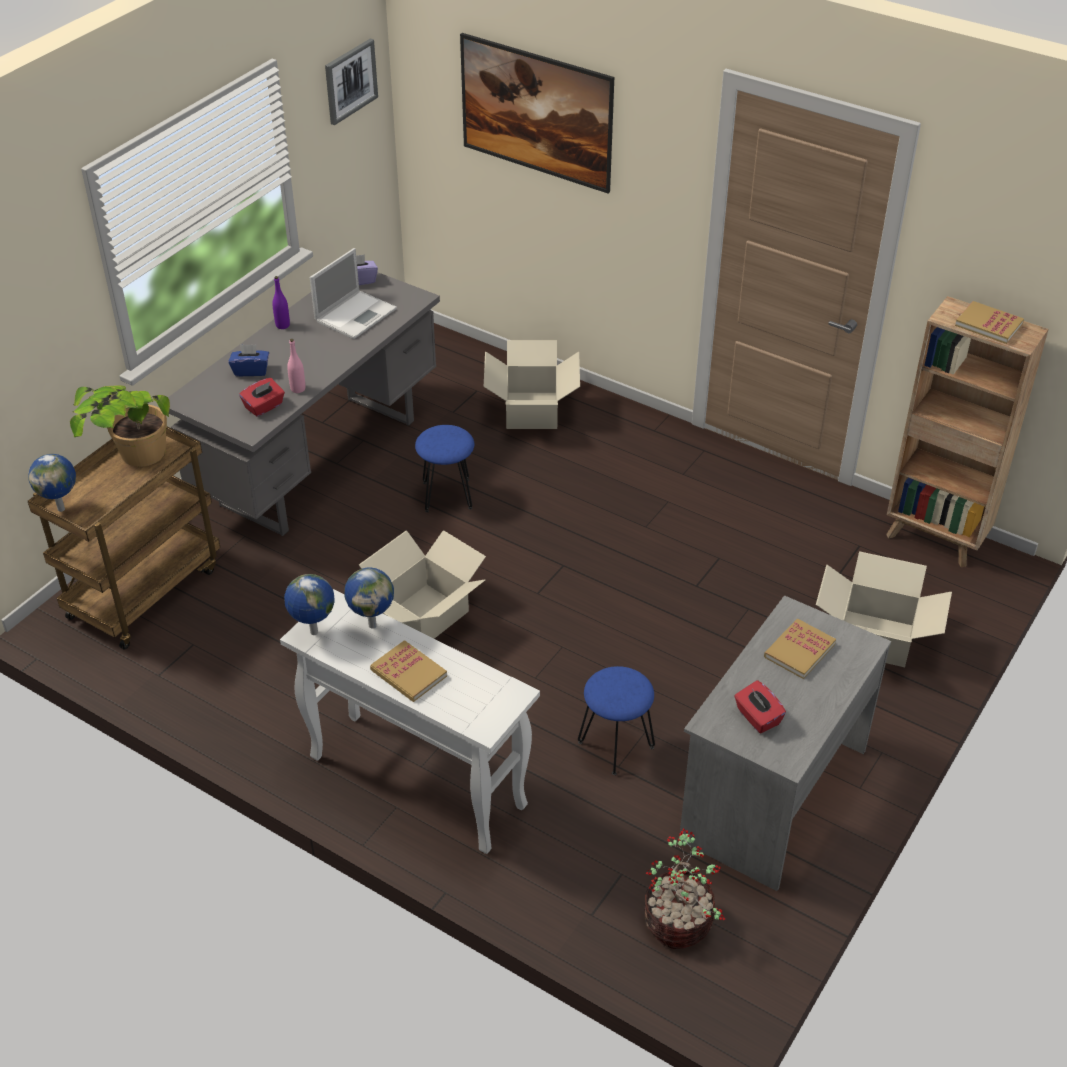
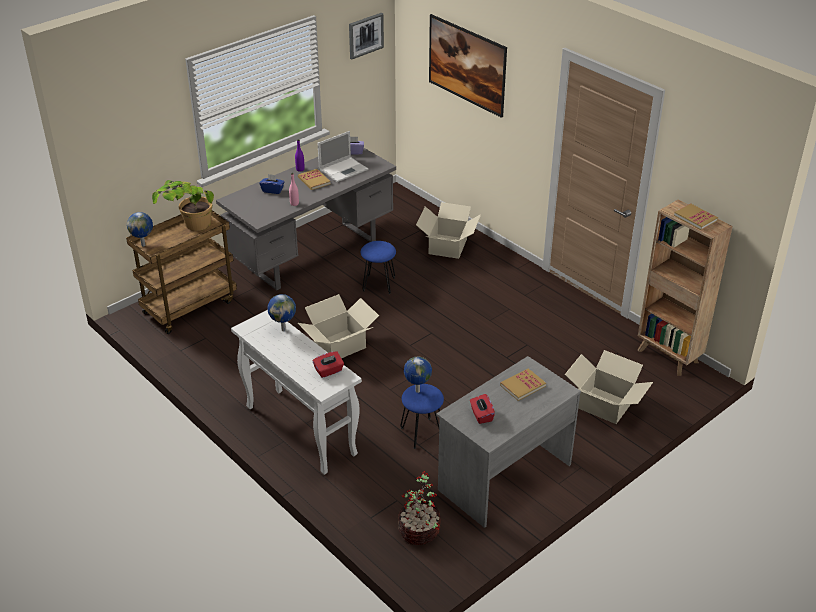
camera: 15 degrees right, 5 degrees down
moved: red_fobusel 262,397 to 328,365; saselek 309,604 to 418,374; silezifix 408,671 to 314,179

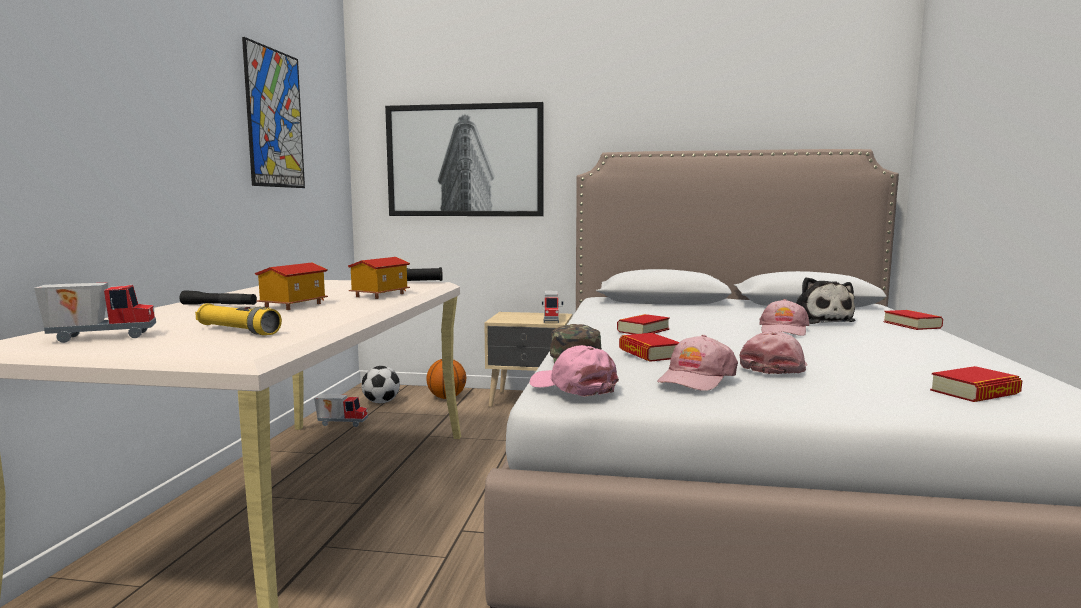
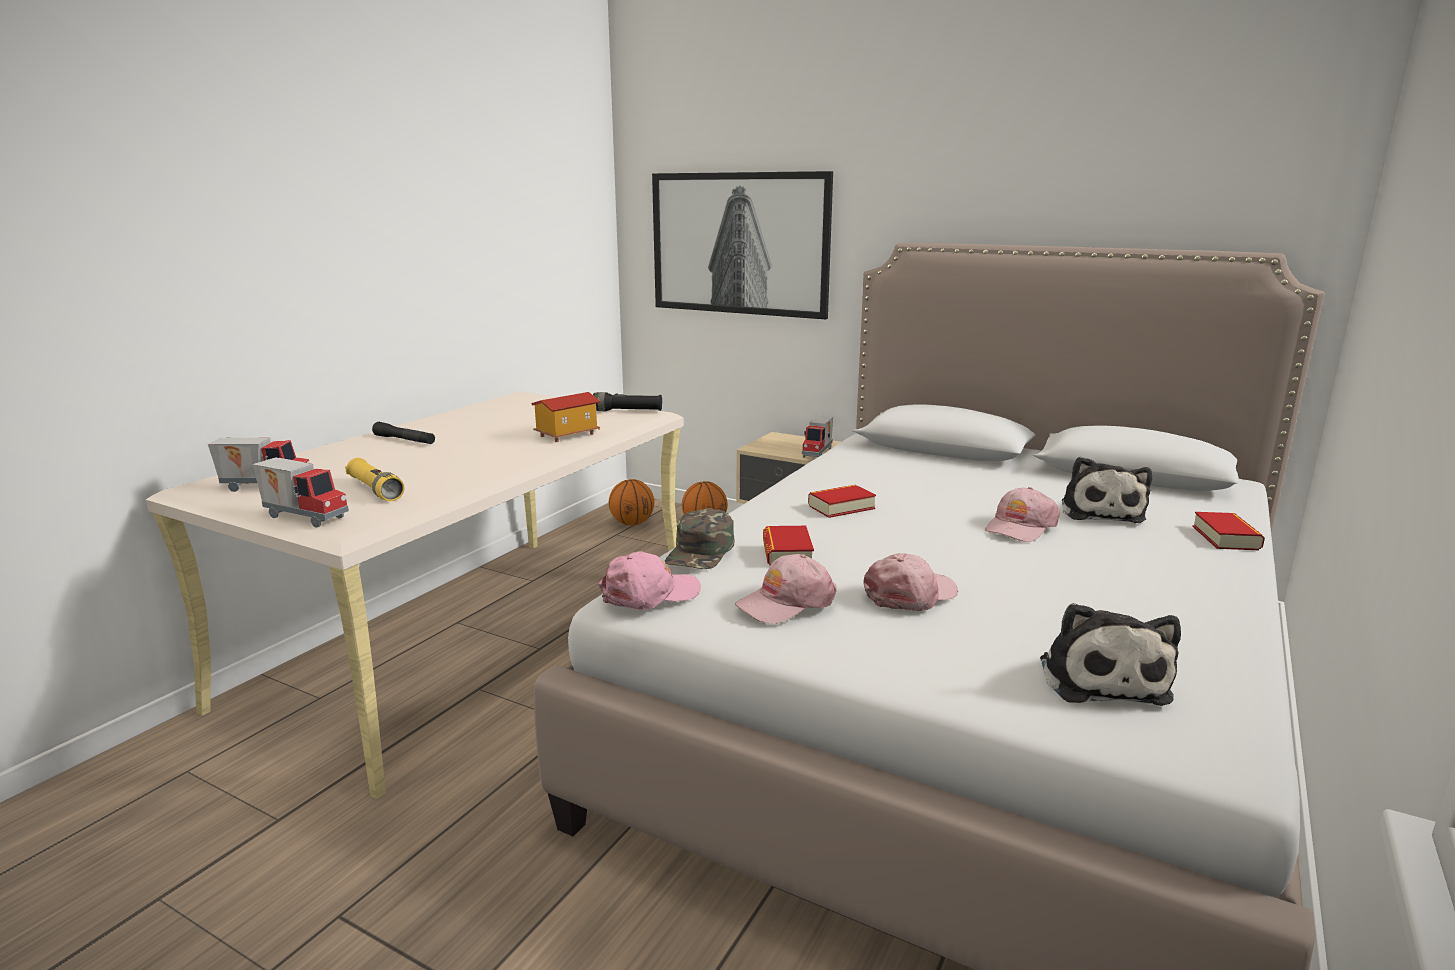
camera: 20 degrees right, 10 degrees up
removed: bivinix 273,112; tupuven 291,286
moved: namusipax 341,410 to 300,492
replaced: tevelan 380,384 to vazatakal 631,502; silezifix 976,384 to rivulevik 1110,654
turned: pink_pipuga 574,371 = 649,580 90 degrees clockwise

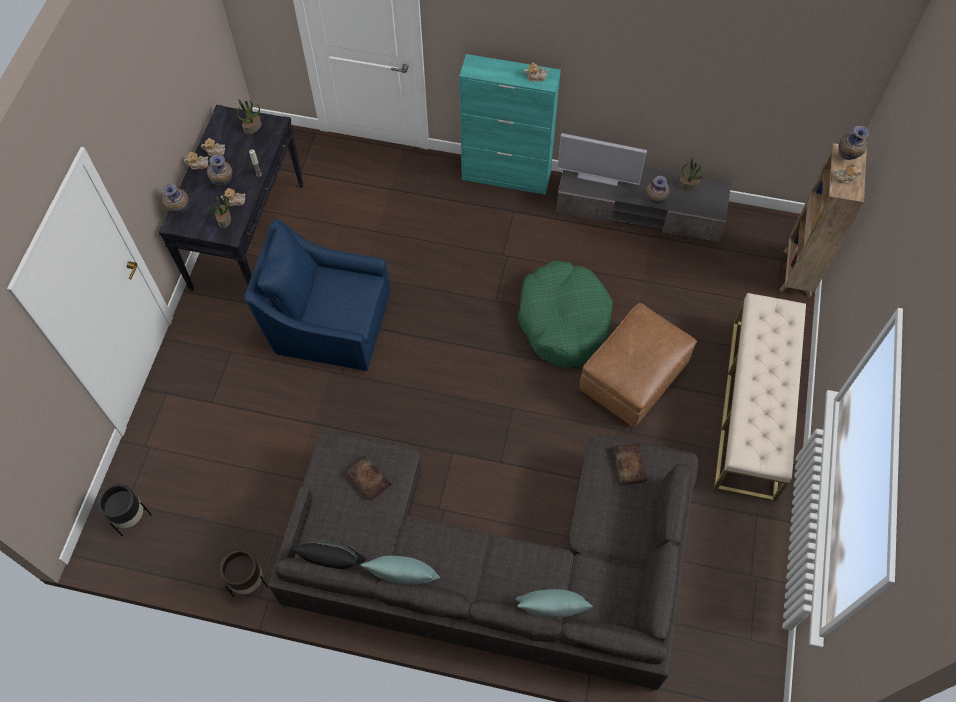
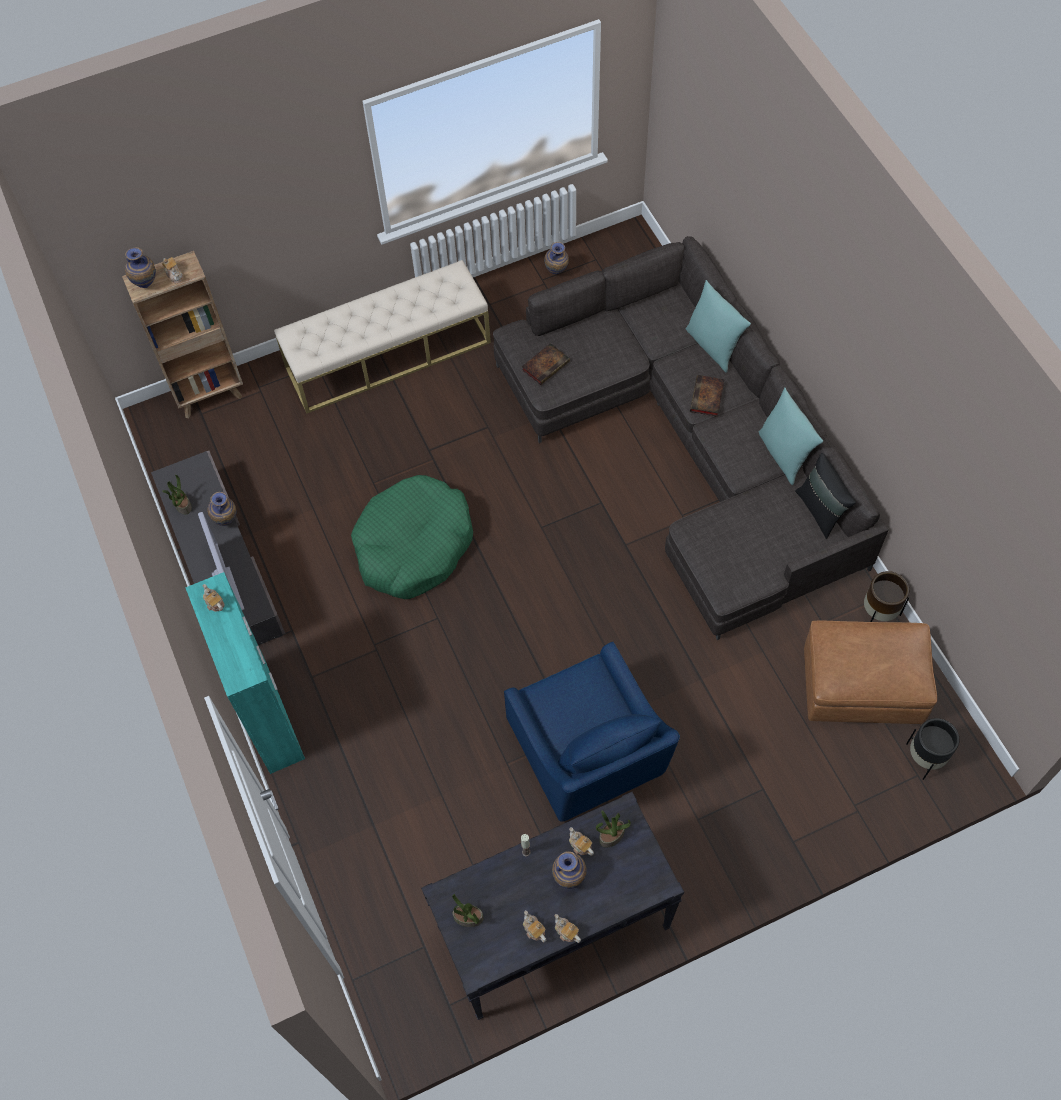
camera: 125 degrees left, 0 degrees up
moved: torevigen 175,198 to 556,258; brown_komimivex 638,365 to 870,672; silezifix 368,478 to 707,396

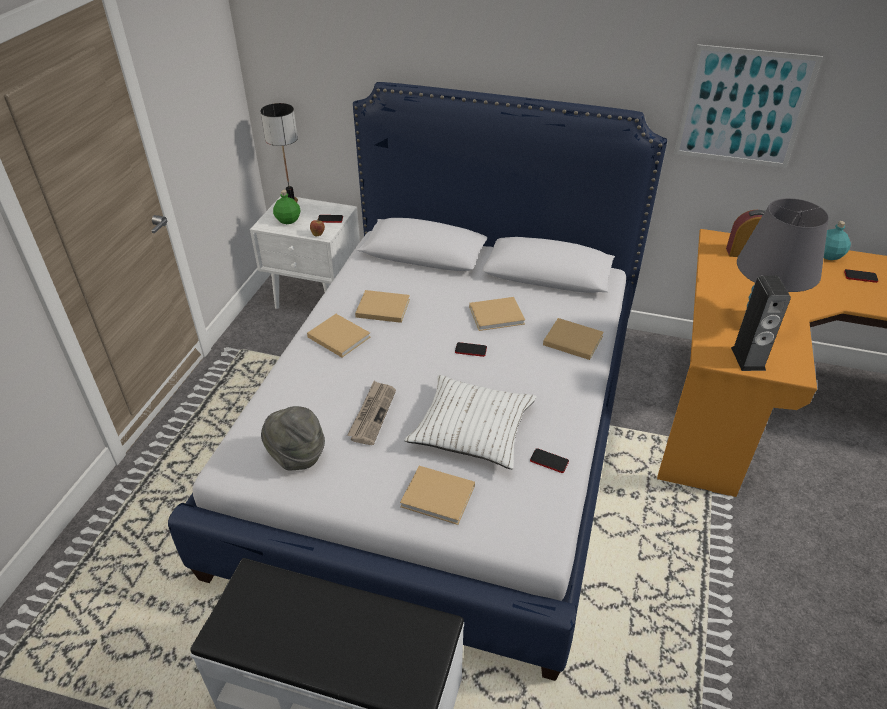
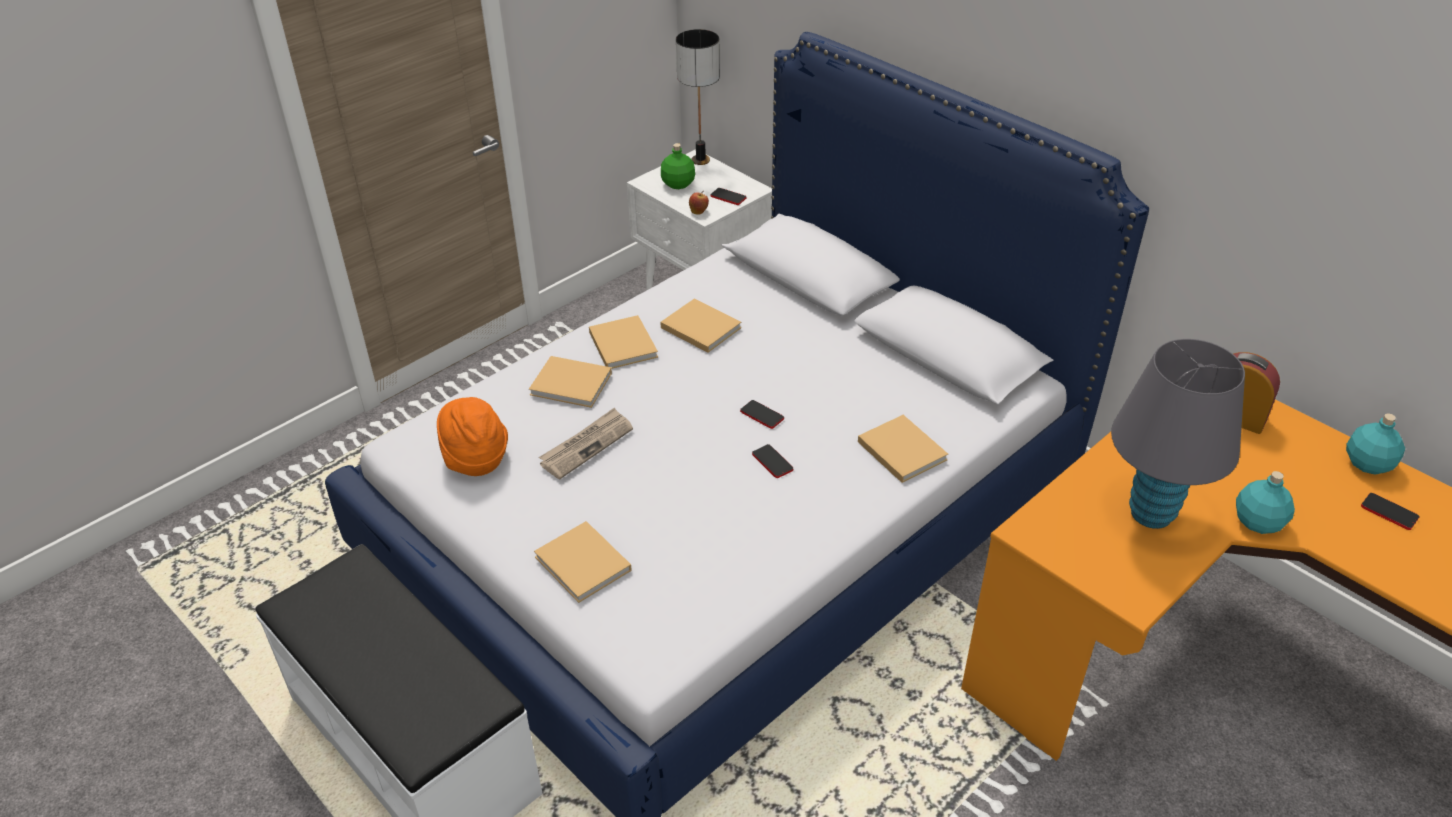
camera: 30 degrees right, 0 degrees up
removed: bivinix 748,106; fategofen 761,323; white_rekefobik 470,422
added: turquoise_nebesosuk 1265,502
moved: beige_silezifix 497,314 to 570,382; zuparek 549,460 to 772,461
recoloured: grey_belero 293,438 to orange_belero 472,436

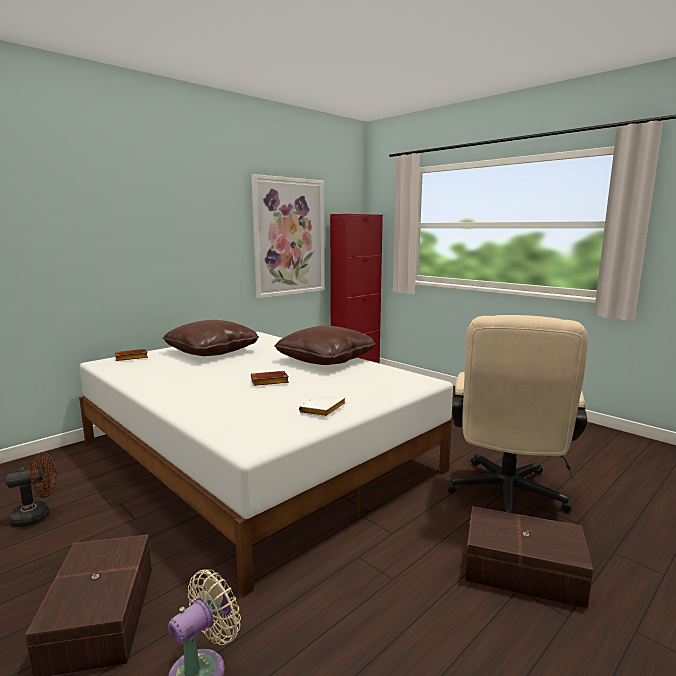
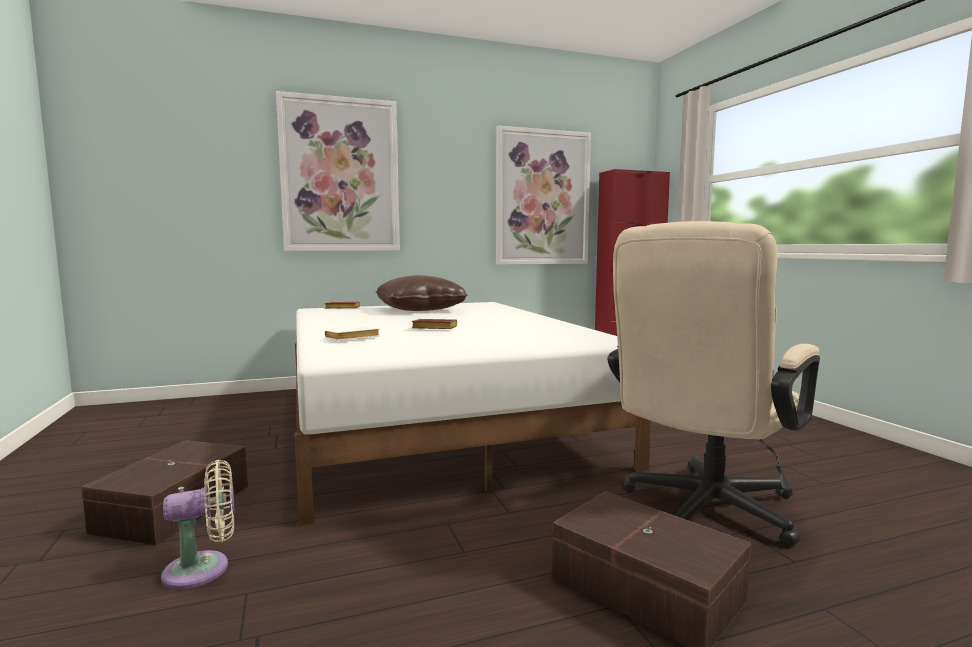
camera: 25 degrees right, 5 degrees down
removed: brown_rekefobik 325,345; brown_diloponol 31,489
added: bivinix 338,171
moved: white_silezifix 322,405 to 352,333

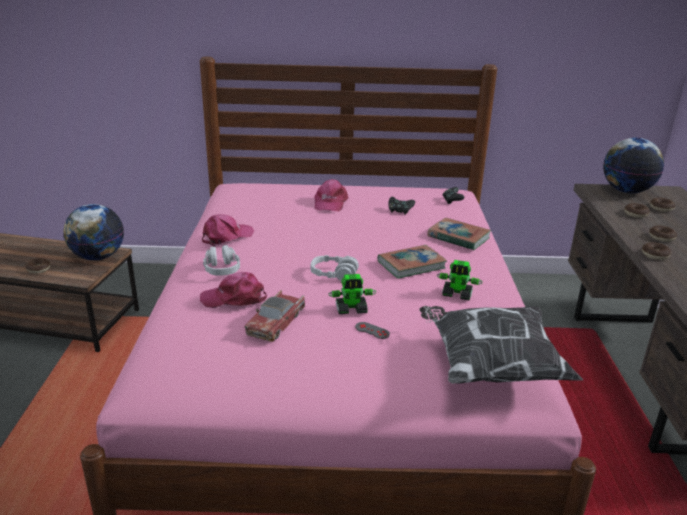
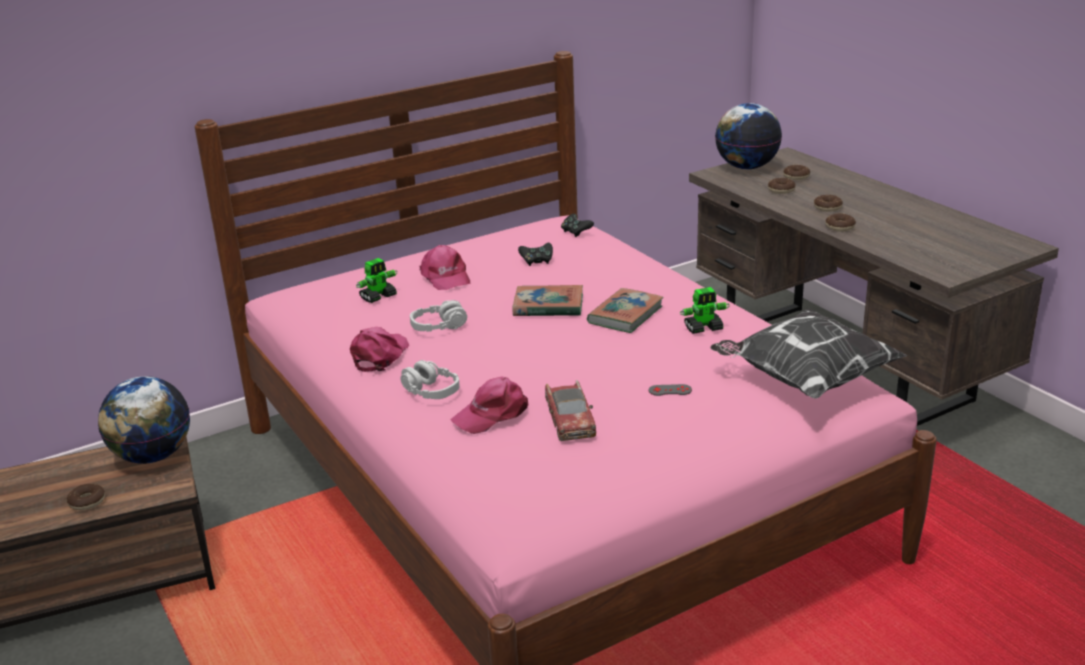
camera: 30 degrees left, 0 degrees up
moved: silezifix 459,234 to 548,300; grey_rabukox 335,268 to 438,316; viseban 352,294 to 377,280

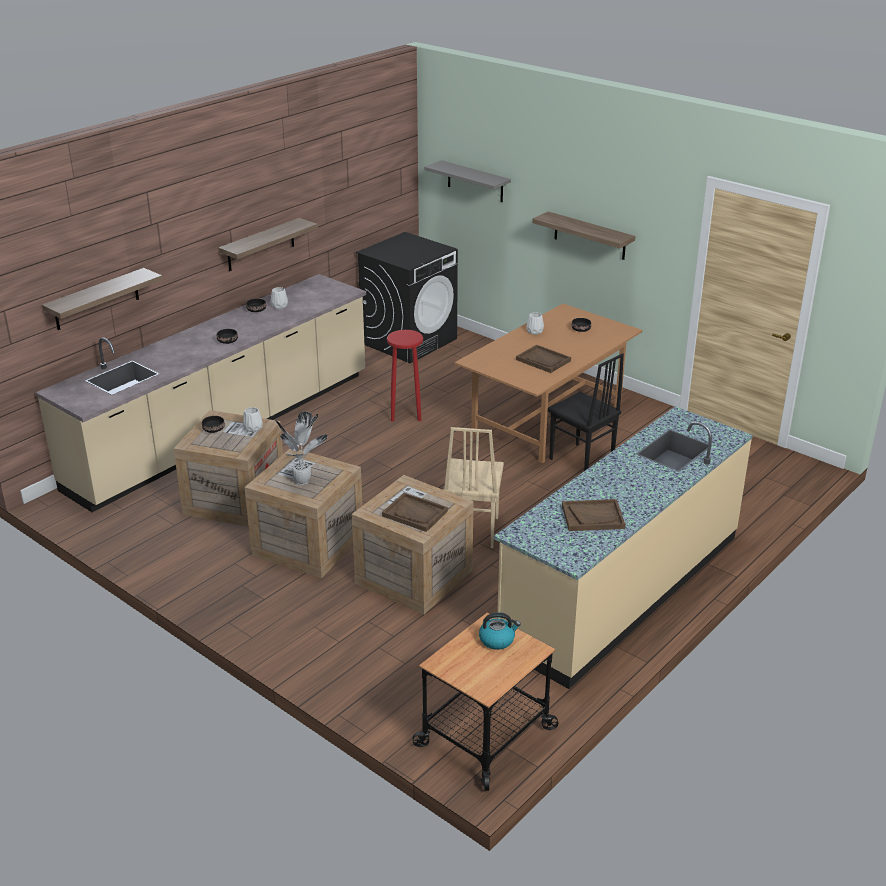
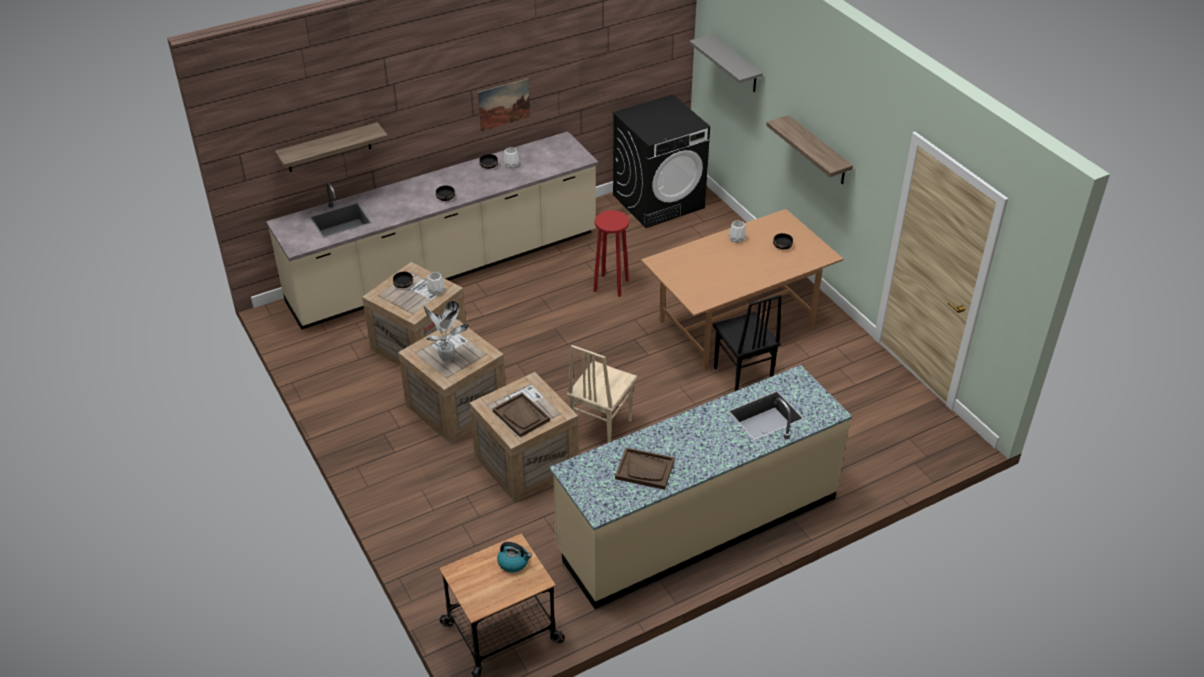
camera: 20 degrees right, 10 degrees up
removed: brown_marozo 543,359
replaced: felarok 268,244 to bivinix 504,104

